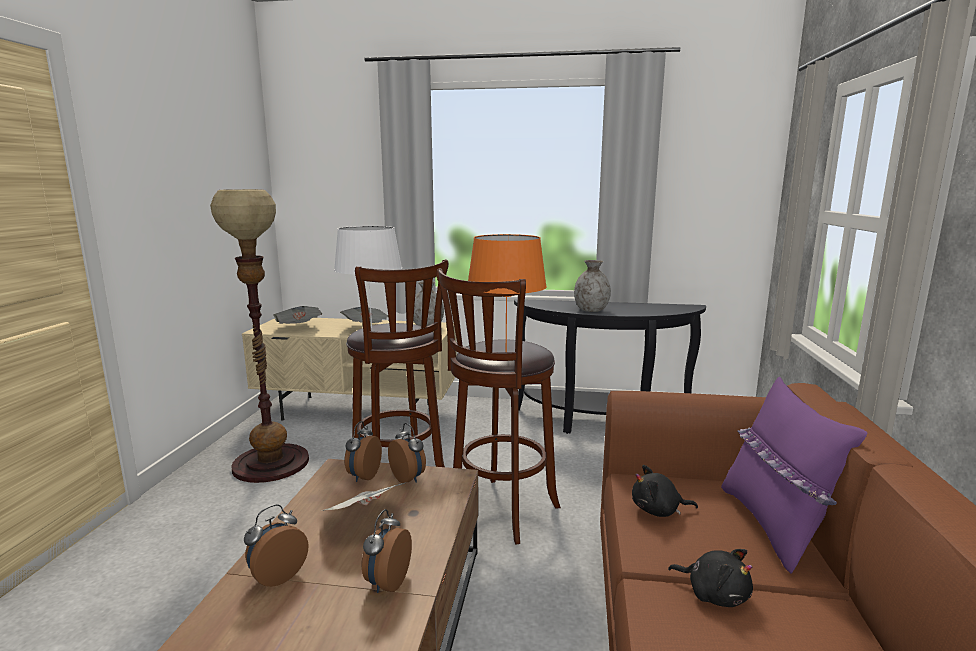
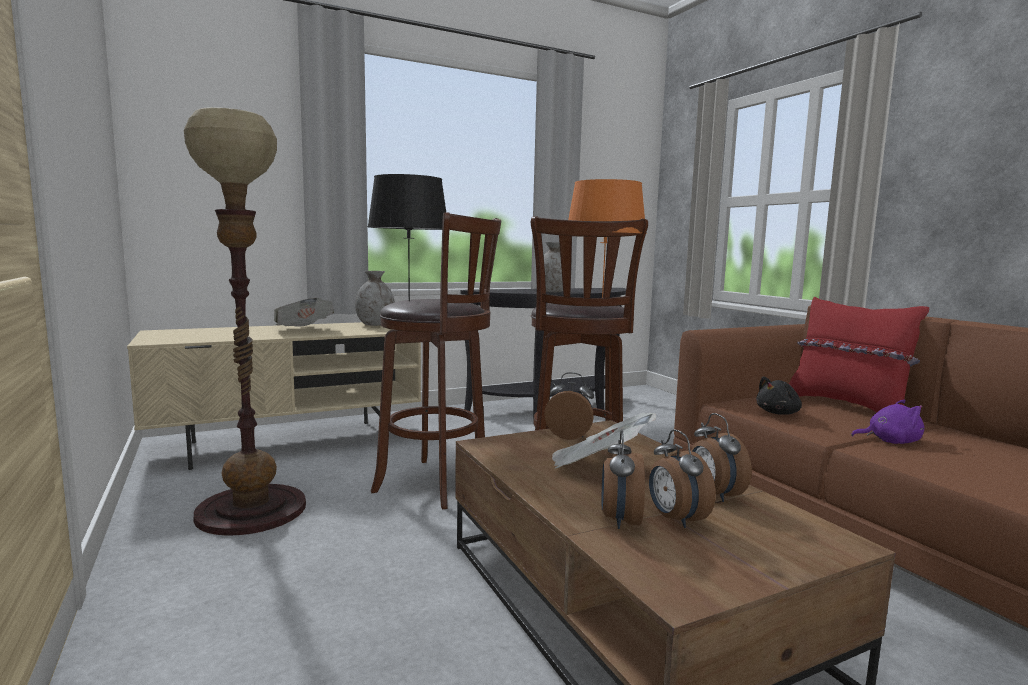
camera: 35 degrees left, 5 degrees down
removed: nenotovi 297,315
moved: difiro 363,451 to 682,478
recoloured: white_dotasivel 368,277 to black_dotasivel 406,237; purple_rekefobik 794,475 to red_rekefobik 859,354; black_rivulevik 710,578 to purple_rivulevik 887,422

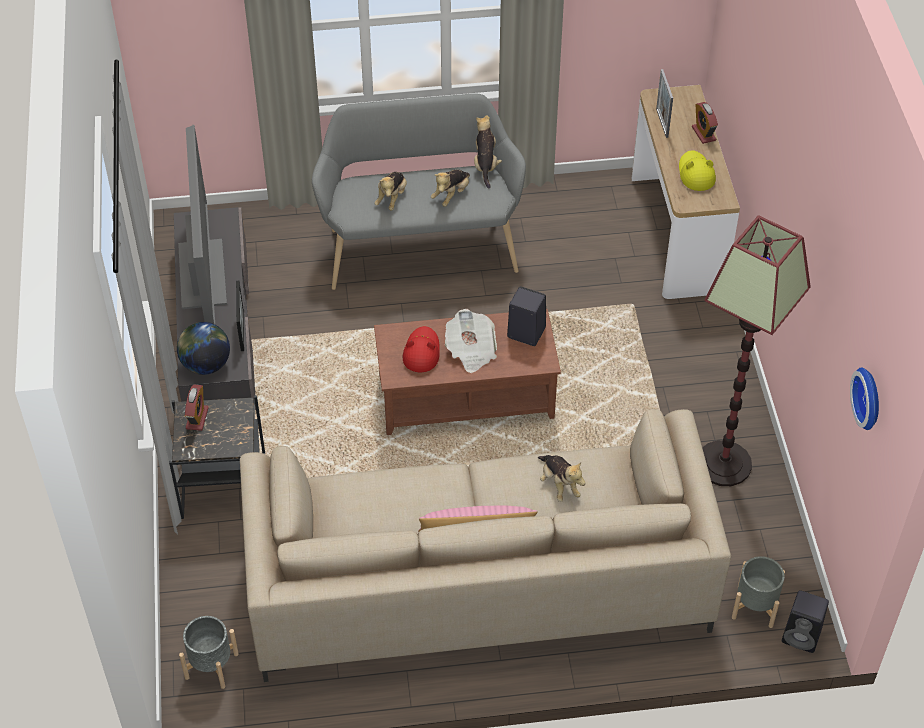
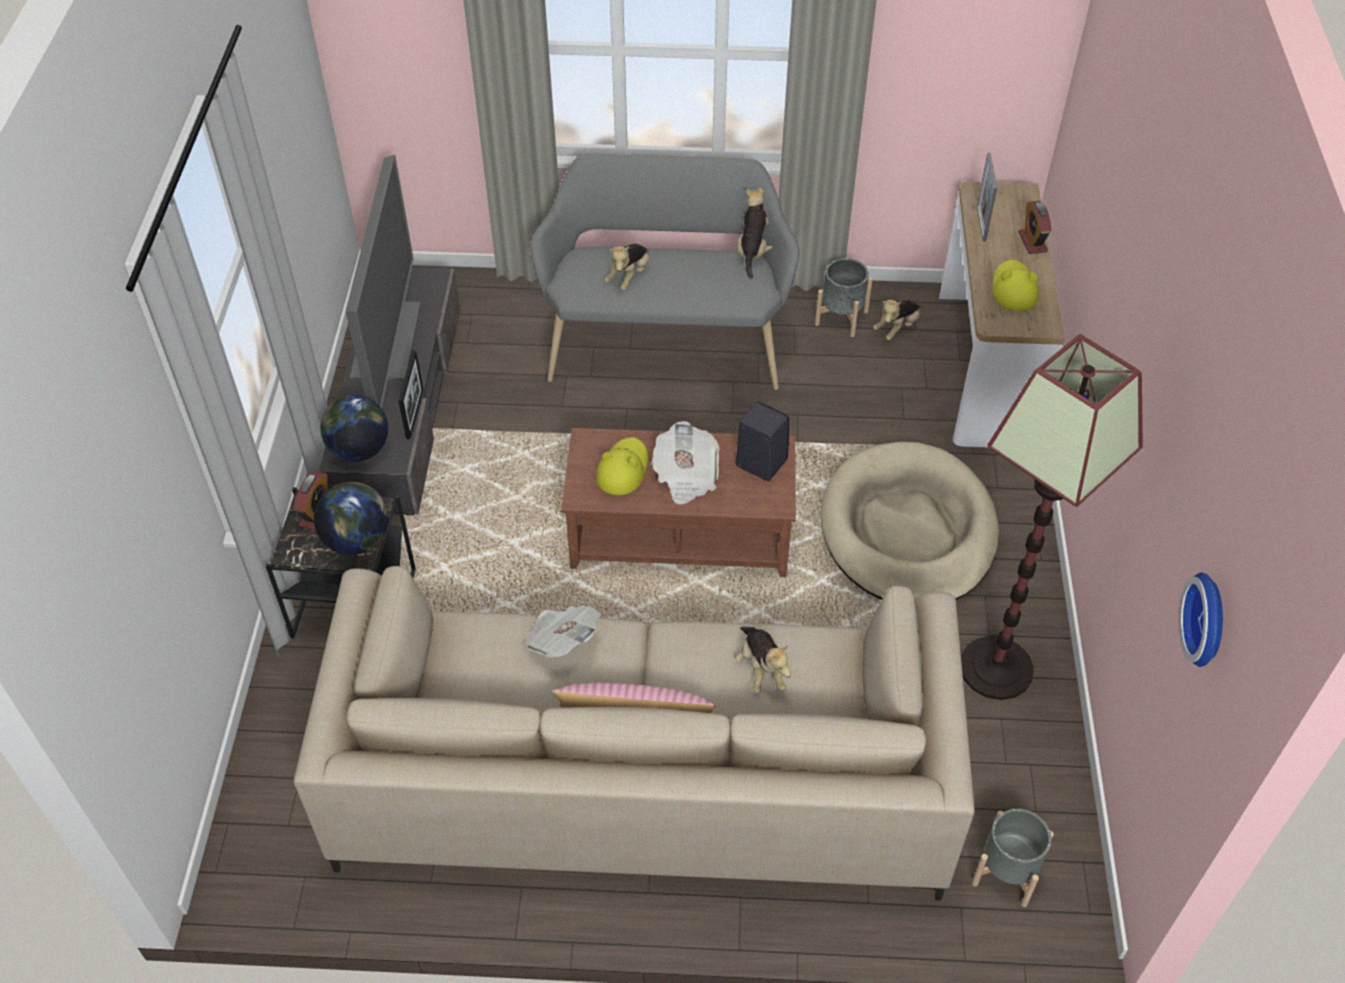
camera: 10 degrees right, 0 degrees up
removed: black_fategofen 805,621
added: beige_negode 909,521; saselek 351,518; nenotovi 562,631
moved: rivulevik 450,188 to 897,319; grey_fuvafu 209,652 to 844,297
recoloured: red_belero 421,349 to yellow_belero 622,466

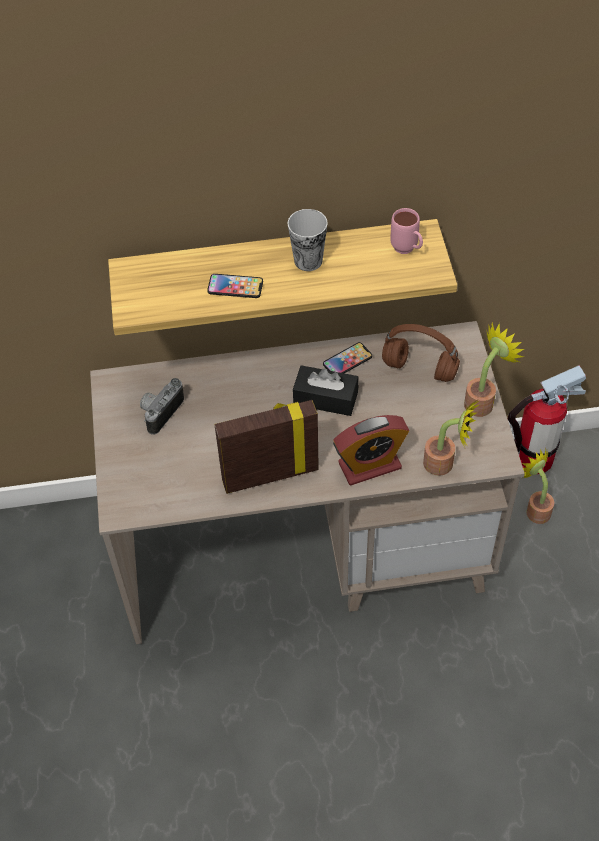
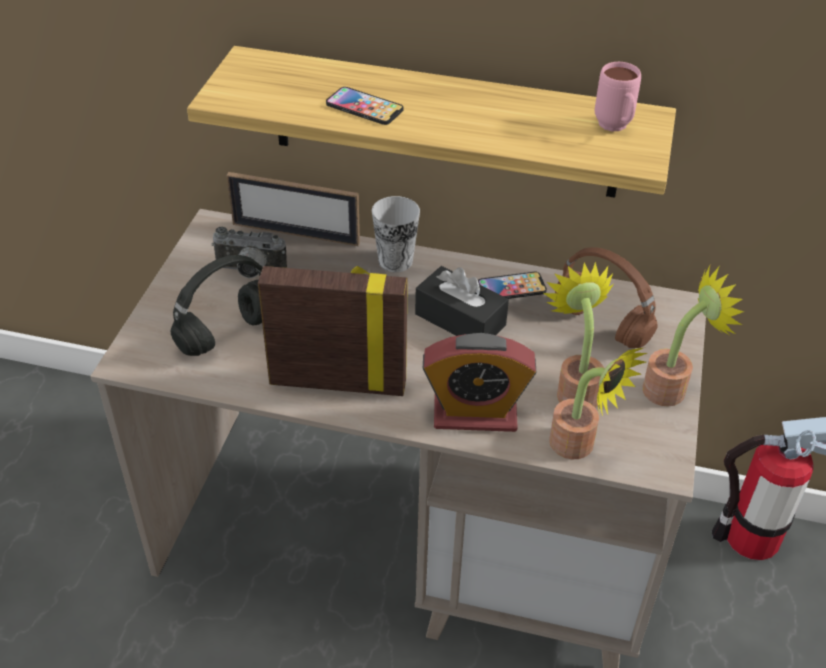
camera: 20 degrees right, 10 degrees down
added: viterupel 293,209; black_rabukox 217,305
moved: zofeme 308,240 to 396,234; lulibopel 538,486 to 578,335
turned: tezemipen 162,406 = 249,252 135 degrees counterclockwise

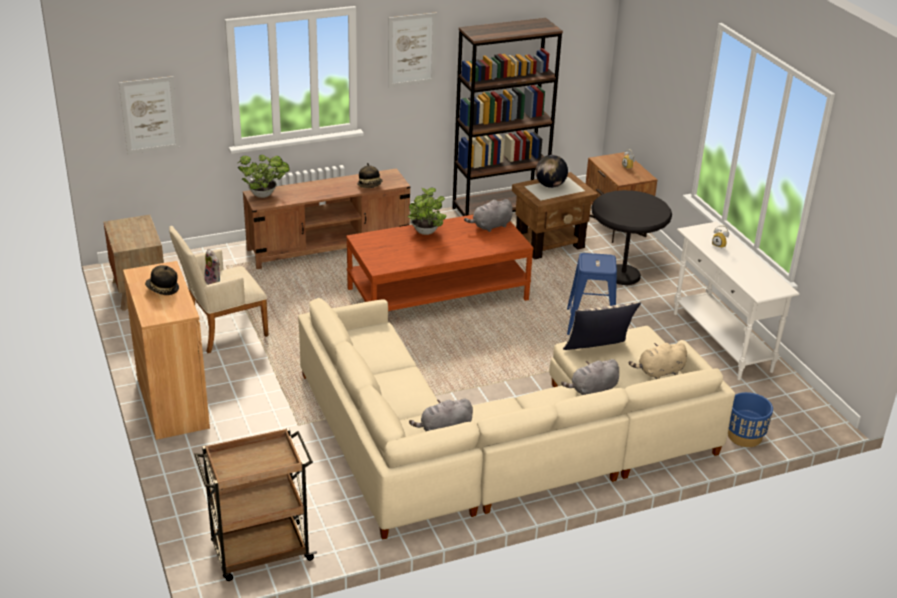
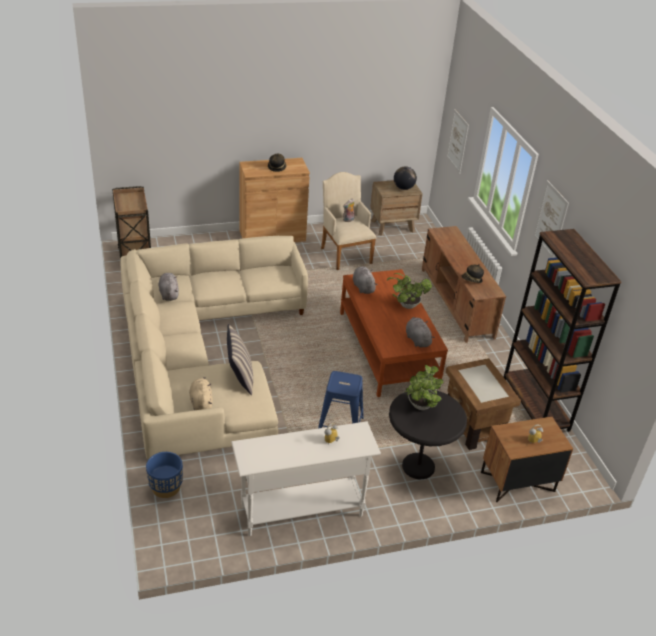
camera: 95 degrees right, 5 degrees up
moved: lulibopel 263,176 to 424,387; saselek 551,171 to 405,178; grey_rivulevik 590,377 to 365,280

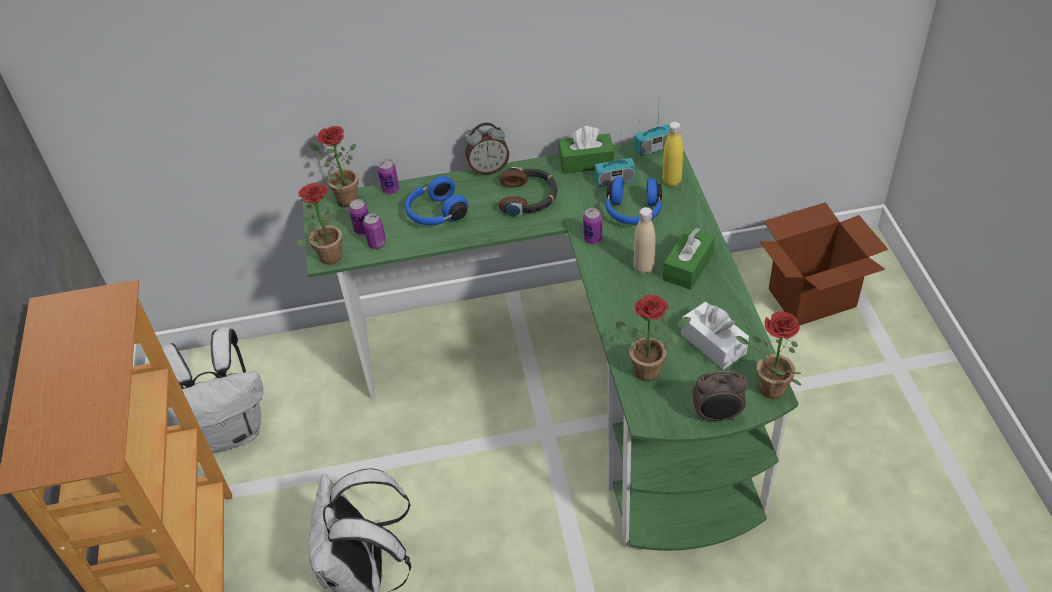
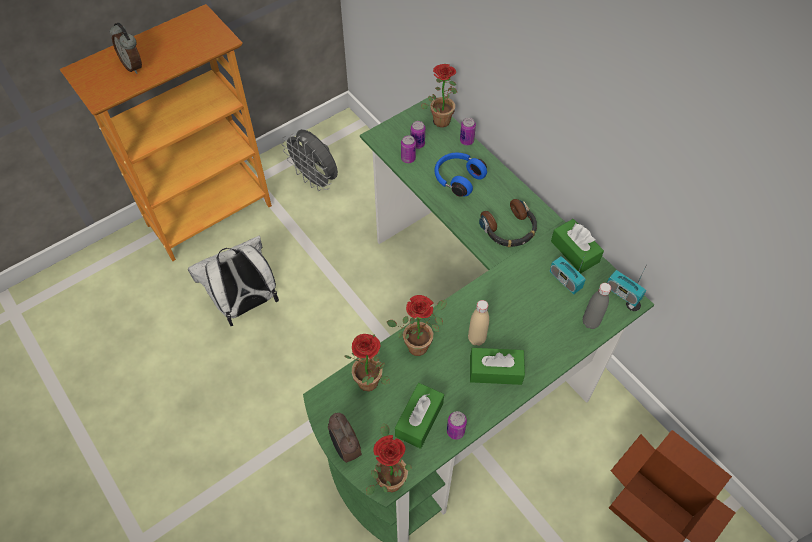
camera: 60 degrees right, 10 degrees up
removed: blue_rabukox 633,200
moved: difiro 487,149 to 126,48; lulibopel 319,223 to 416,325; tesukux 592,226 to 457,425
replaced: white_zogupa 213,390 to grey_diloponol 310,160
recoloured: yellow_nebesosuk 672,154 to grey_nebesosuk 597,306; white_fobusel 715,335 to green_fobusel 419,416

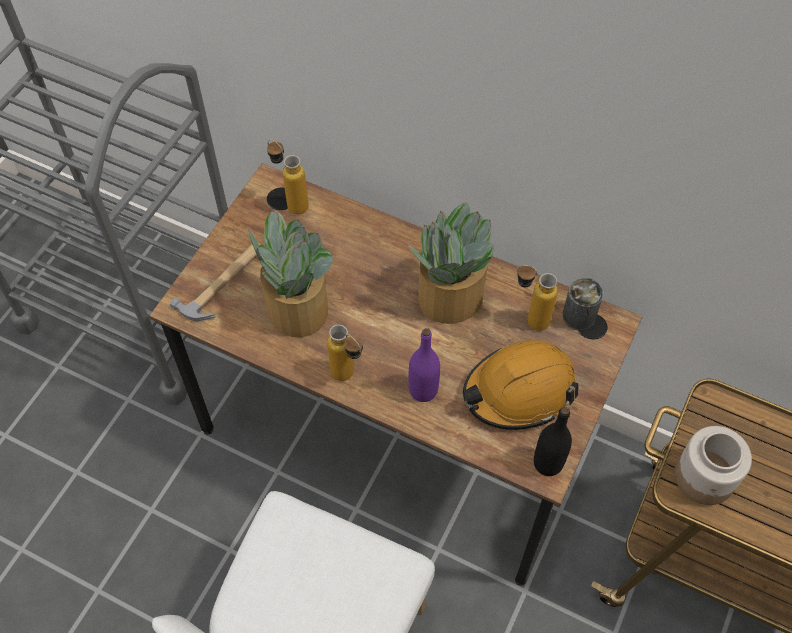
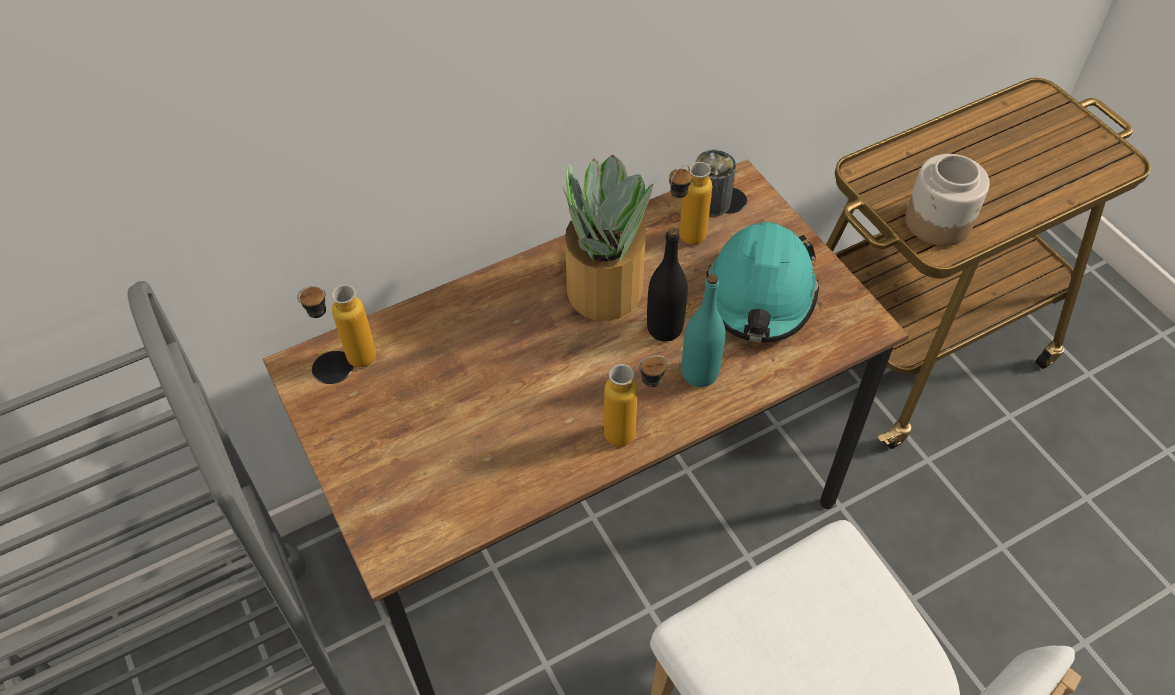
camera: 55 degrees left, 5 degrees down
removed: lulibopel 290,274; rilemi 215,282
moved: black_nebesosuk 553,441 to 667,284
recoloured: purple_nebesosuk 424,365 to turquoise_nebesosuk 703,330; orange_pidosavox 520,385 to turquoise_pidosavox 762,282

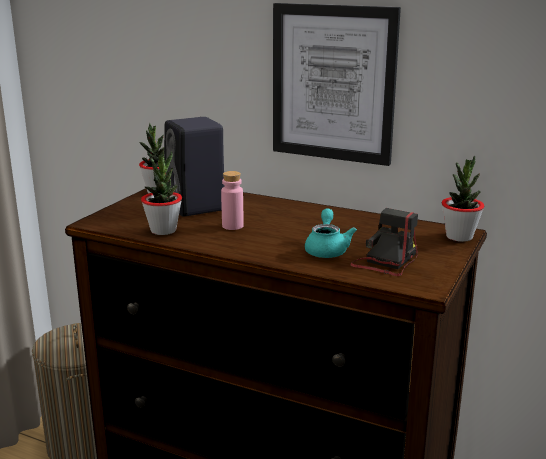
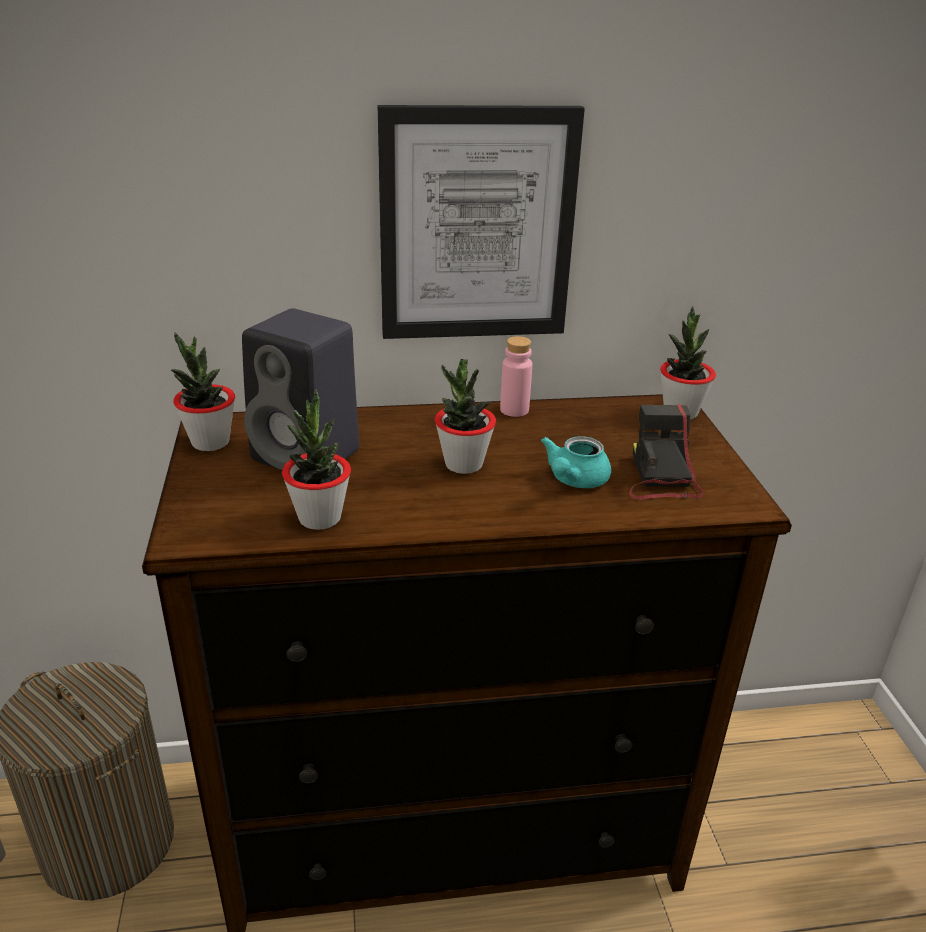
camera: 35 degrees left, 10 degrees up
added: lulibopel 465,416
moved: pink_nebesosuk 232,200 to 516,376
turned: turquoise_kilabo 331,233 = 576,462 120 degrees counterclockwise

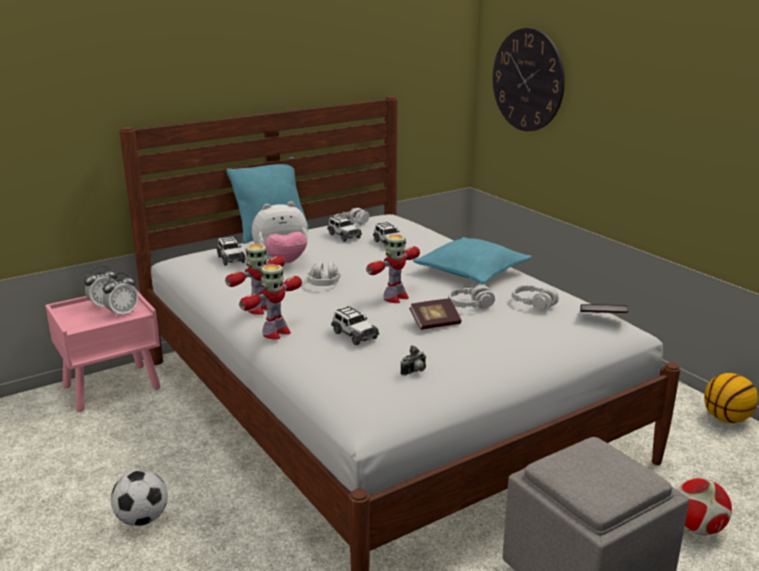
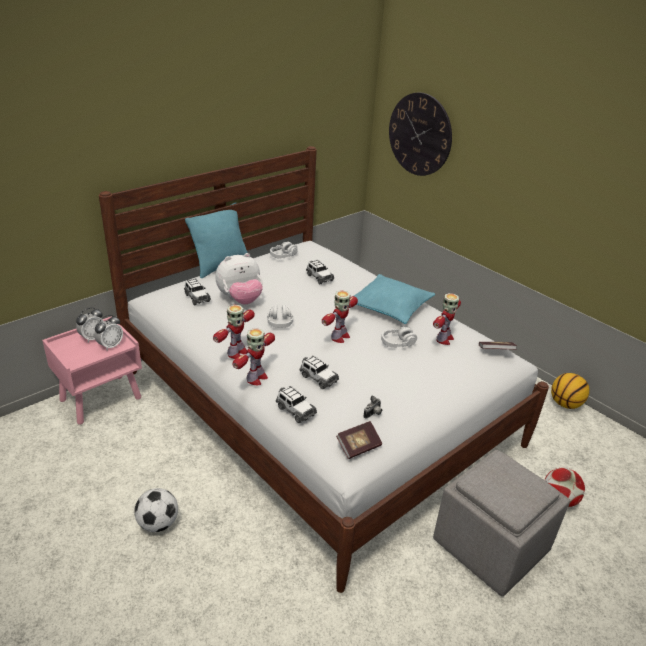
camera: 10 degrees left, 10 degrees up
moved: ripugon 344,228 to 296,404; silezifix 435,314 to 359,440
replaced: grey_rabukox 535,297 to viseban 447,319

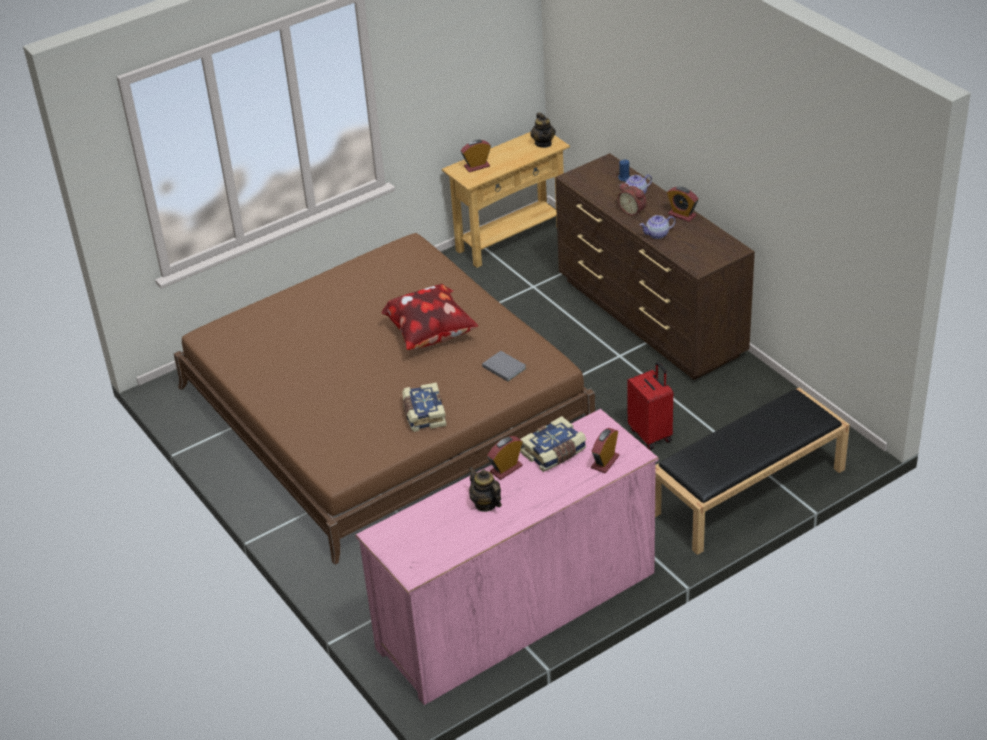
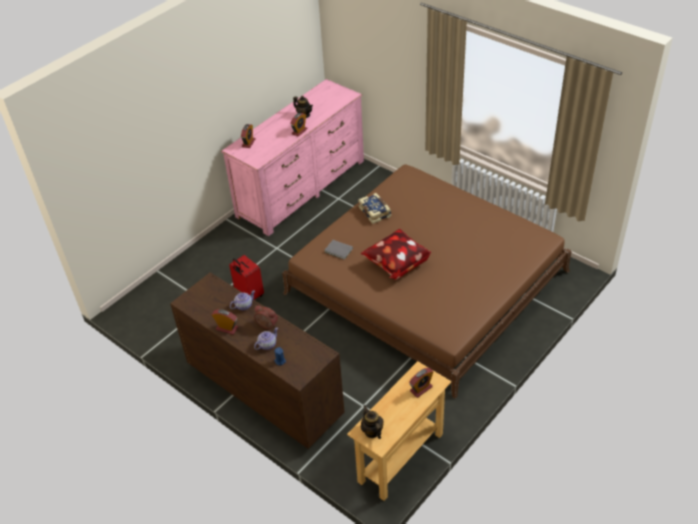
camera: 165 degrees right, 5 degrees up
removed: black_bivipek 752,471; silezifix 553,444

